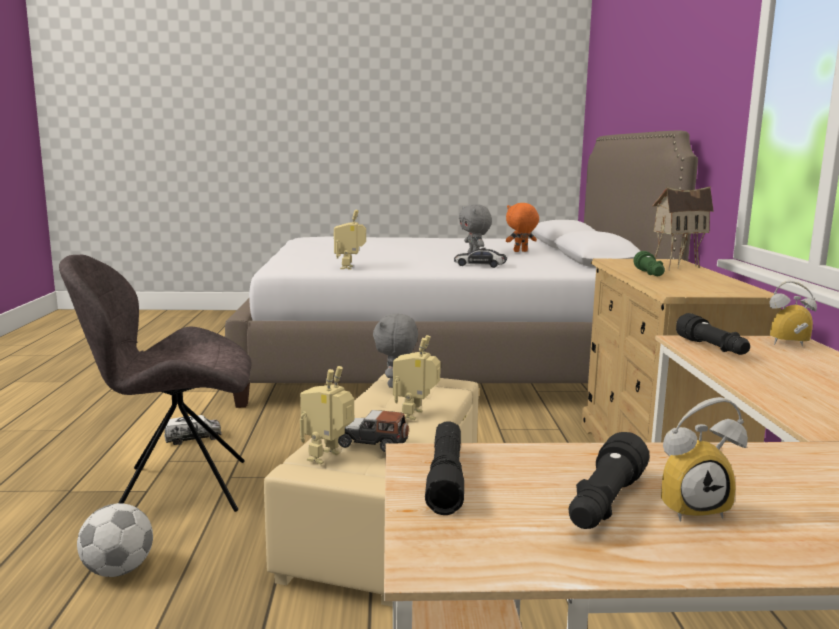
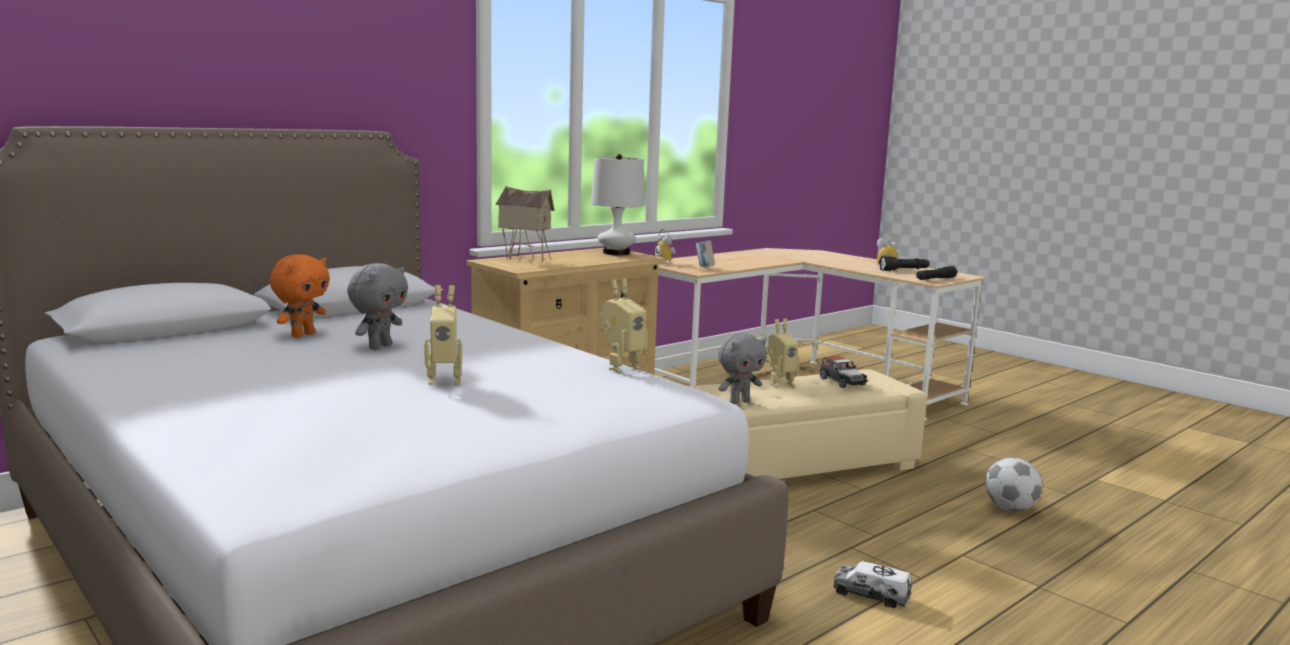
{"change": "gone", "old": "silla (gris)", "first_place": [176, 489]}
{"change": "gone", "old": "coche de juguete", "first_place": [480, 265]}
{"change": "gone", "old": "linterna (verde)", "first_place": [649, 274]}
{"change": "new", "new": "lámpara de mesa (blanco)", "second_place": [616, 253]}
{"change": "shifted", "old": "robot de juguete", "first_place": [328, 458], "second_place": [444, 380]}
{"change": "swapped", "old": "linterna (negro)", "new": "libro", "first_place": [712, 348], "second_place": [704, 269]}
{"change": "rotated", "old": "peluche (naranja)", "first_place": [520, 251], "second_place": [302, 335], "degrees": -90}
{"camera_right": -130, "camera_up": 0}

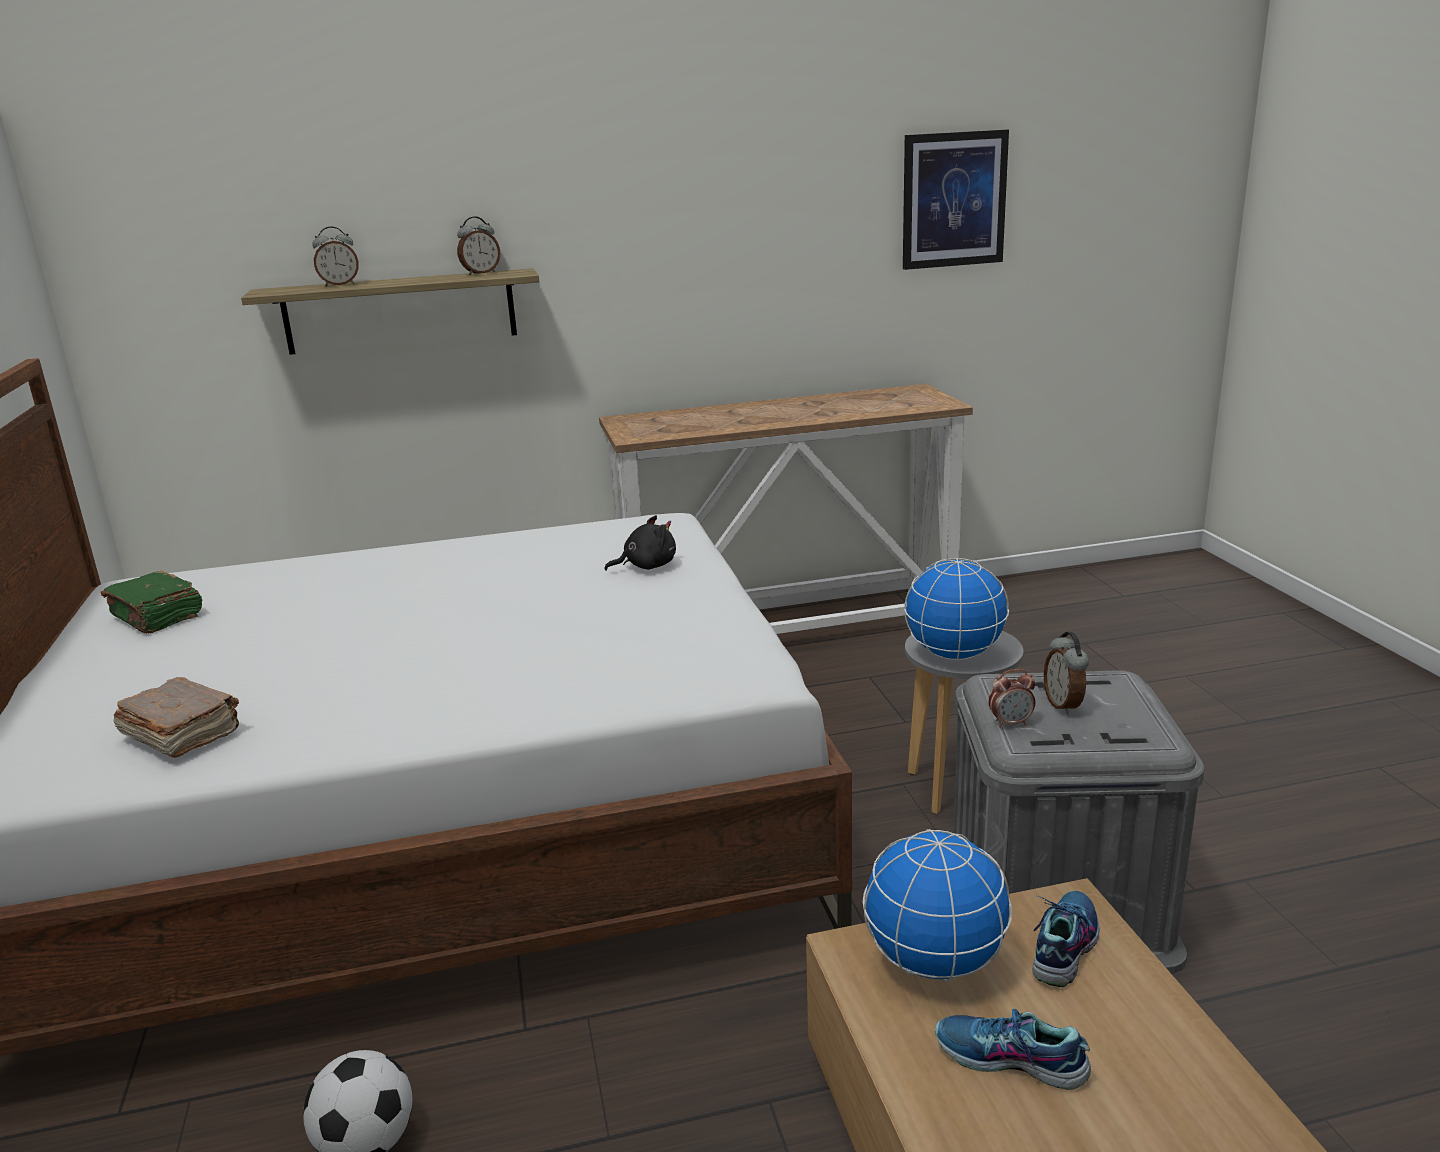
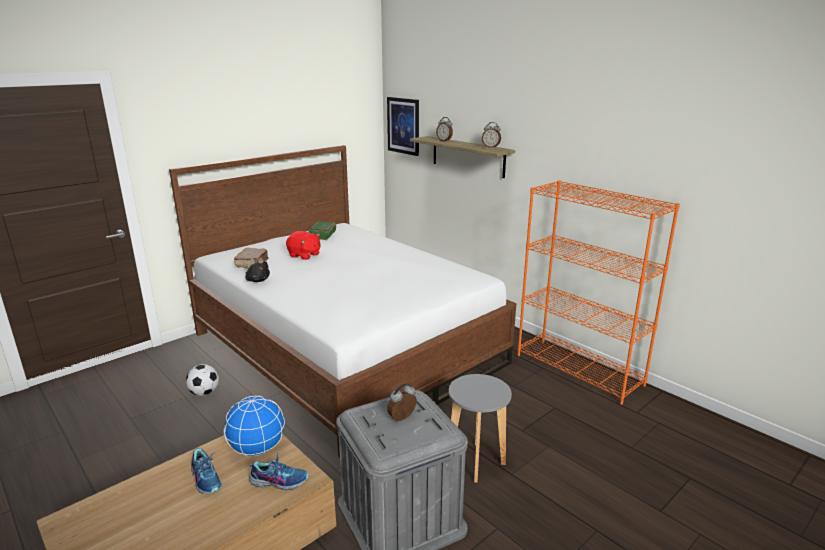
{"change": "gone", "old": "globo terráqueo", "first_place": [954, 655]}
{"change": "gone", "old": "despertador", "first_place": [1010, 723]}
{"change": "new", "new": "peluche (rojo)", "second_place": [304, 255]}
{"change": "shifted", "old": "peluche (negro)", "first_place": [646, 566], "second_place": [257, 280]}
{"change": "shifted", "old": "cuadro", "first_place": [953, 200], "second_place": [403, 126]}
{"change": "swapped", "old": "mesa consola", "new": "estantería (naranja)", "first_place": [790, 626], "second_place": [579, 370]}
{"change": "rotated", "old": "zapato", "first_place": [1010, 1061], "second_place": [206, 478], "degrees": 150}
{"camera_right": 60, "camera_up": 0}

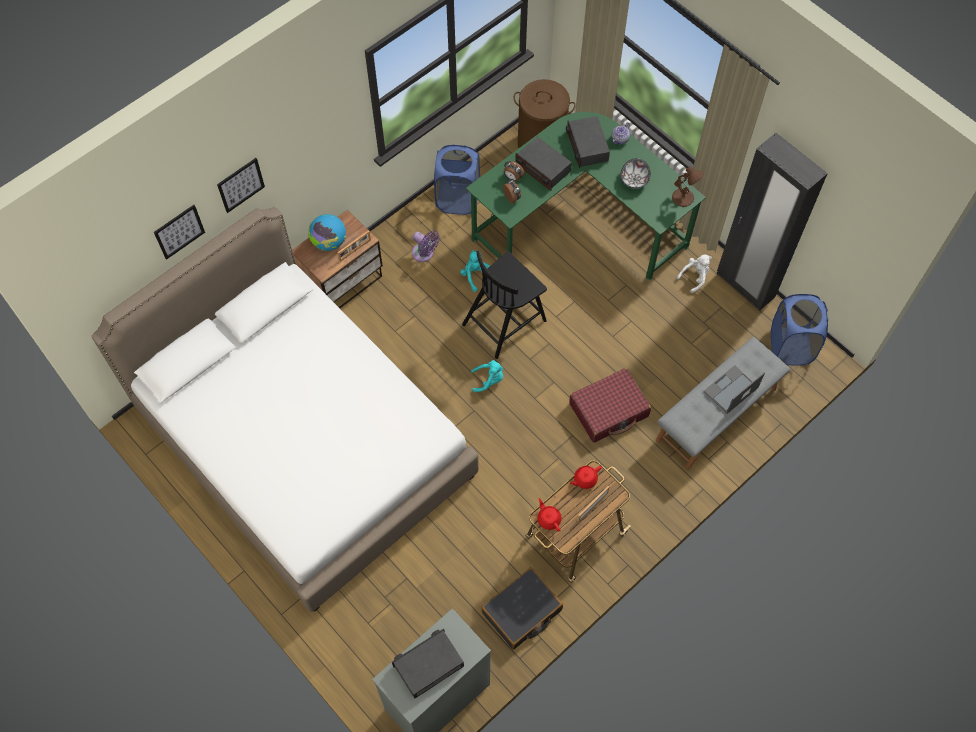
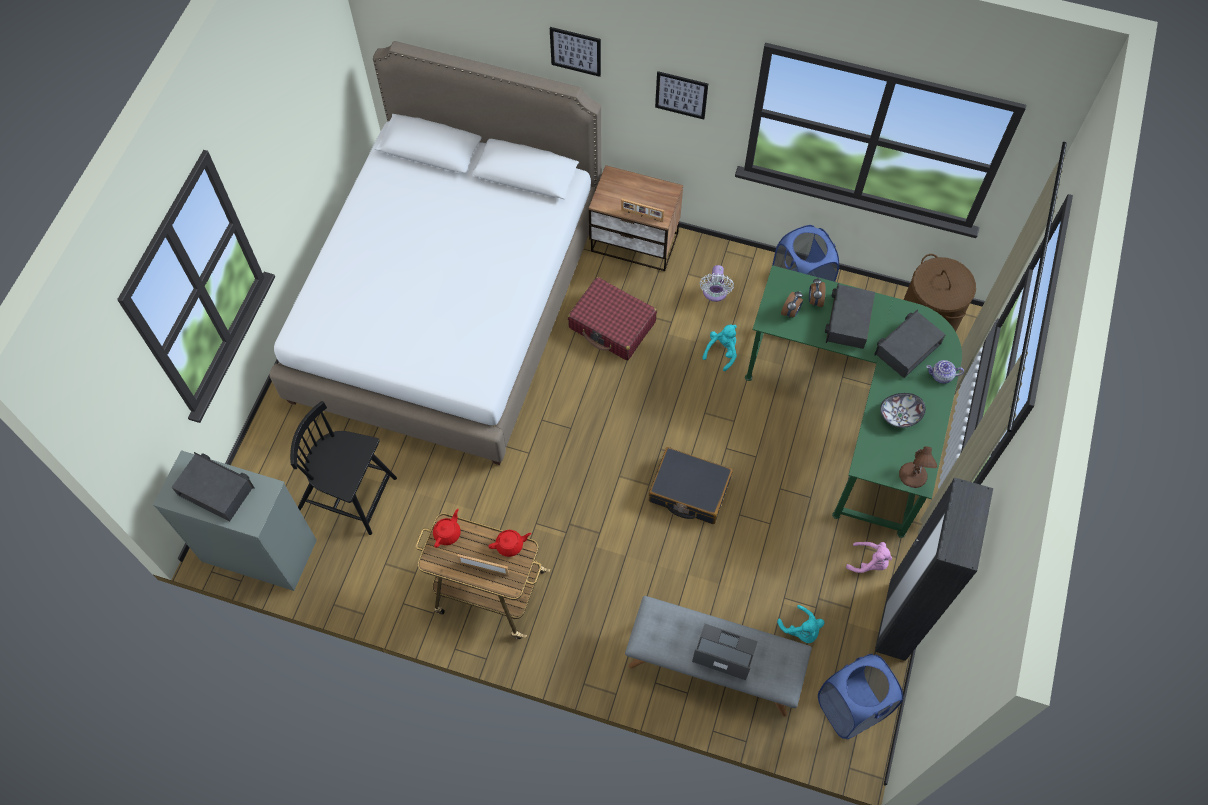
{"change": "gone", "old": "globo terráqueo", "first_place": [329, 242]}
{"change": "shifted", "old": "cuadro", "first_place": [179, 231], "second_place": [681, 95]}
{"change": "shifted", "old": "silla (negro)", "first_place": [505, 321], "second_place": [349, 494]}
{"change": "shifted", "old": "peluche (turquesa)", "first_place": [489, 380], "second_place": [801, 630]}
{"change": "shifted", "old": "maleta (negro)", "first_place": [522, 612], "second_place": [689, 491]}
{"change": "shifted", "old": "maleta (rojo)", "first_place": [609, 410], "second_place": [612, 325]}
{"change": "repainted", "old": "ventilador (morado)", "new": "ventilador (blanco)", "first_place": [424, 254], "second_place": [714, 293]}
{"change": "repainted", "old": "peluche (blanco)", "new": "peluche (rosa)", "first_place": [695, 277], "second_place": [869, 562]}
{"change": "rotated", "old": "tetera (rojo)", "first_place": [584, 479], "second_place": [510, 545], "degrees": 135}
{"camera_right": 60, "camera_up": 0}

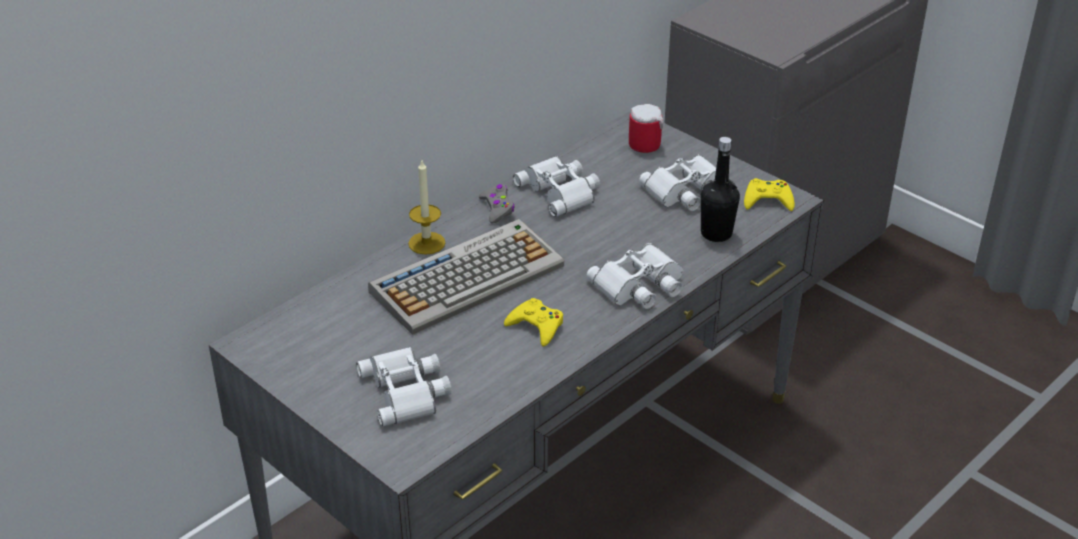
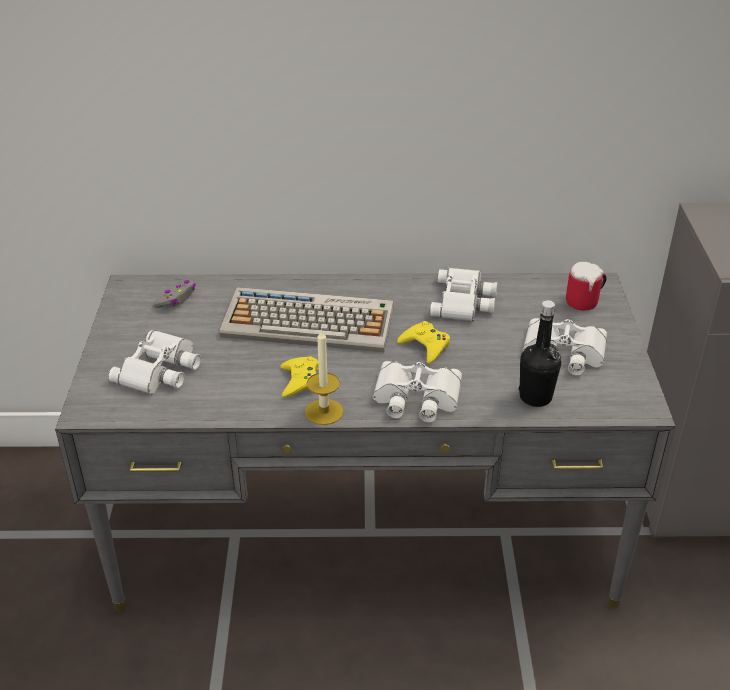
{"change": "shifted", "old": "vela", "first_place": [426, 243], "second_place": [324, 412]}
{"change": "shifted", "old": "mando de consola (gris)", "first_place": [497, 208], "second_place": [176, 299]}
{"change": "shifted", "old": "mando de consola (amarillo)", "first_place": [767, 200], "second_place": [425, 346]}
{"camera_right": 45, "camera_up": 0}

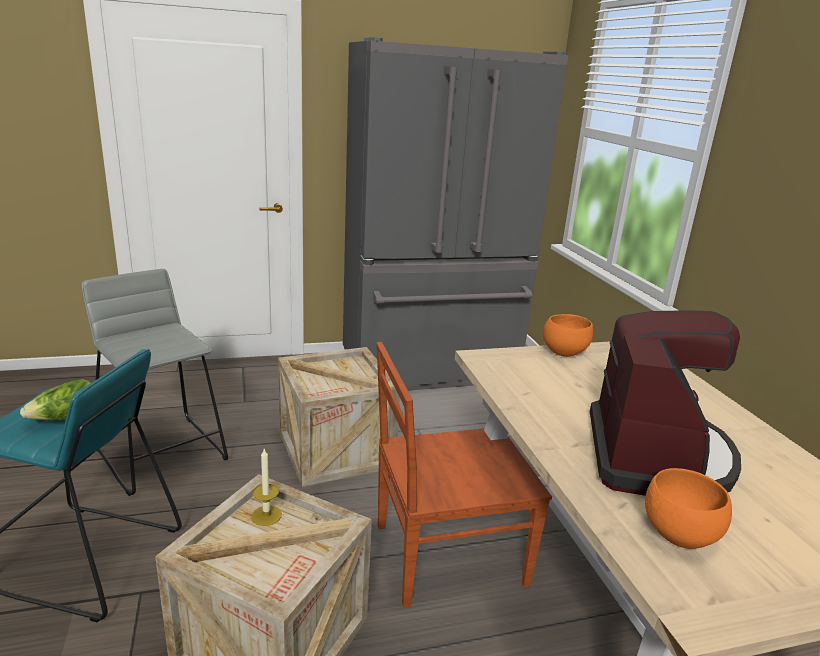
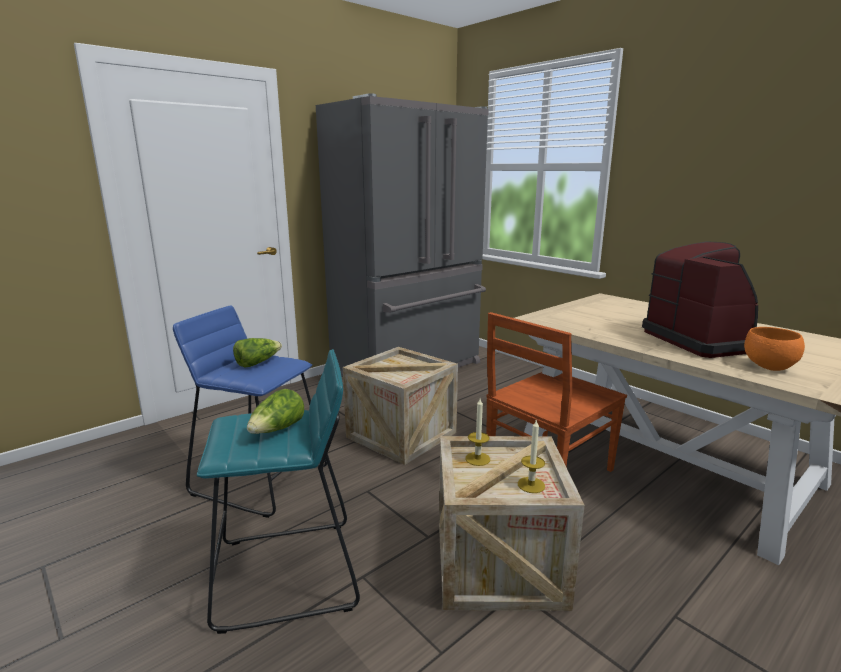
{"change": "gone", "old": "cuenco (naranja)", "first_place": [563, 352]}
{"change": "new", "new": "lechuga", "second_place": [257, 363]}
{"change": "new", "new": "vela", "second_place": [531, 485]}
{"change": "repainted", "old": "taburete (gris)", "new": "taburete (azul)", "first_place": [163, 453], "second_place": [261, 479]}
{"camera_right": -25, "camera_up": -5}

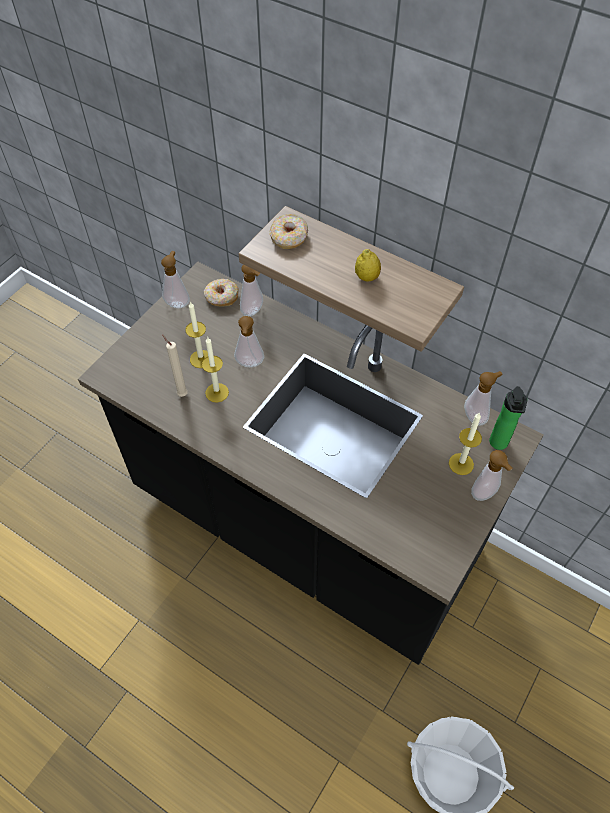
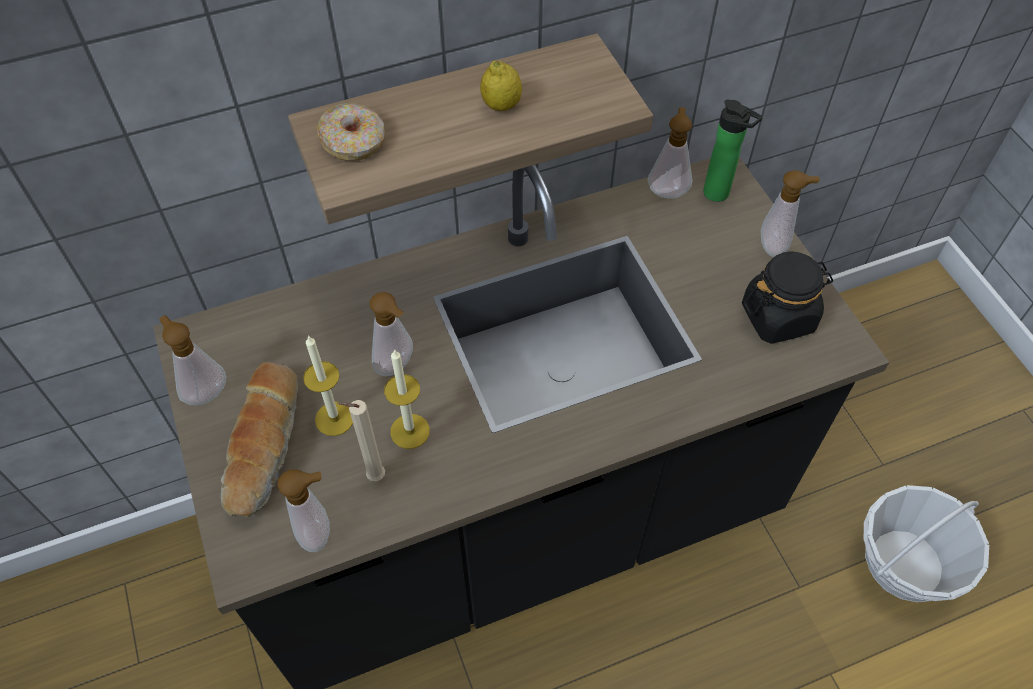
{"change": "gone", "old": "rosquilla", "first_place": [221, 297]}
{"change": "gone", "old": "vela", "first_place": [461, 464]}
{"change": "new", "new": "pan", "second_place": [266, 447]}
{"change": "new", "new": "tarro (negro)", "second_place": [778, 317]}
{"change": "shifted", "old": "dispensador de jabón", "first_place": [253, 312], "second_place": [319, 532]}
{"camera_right": -55, "camera_up": 0}

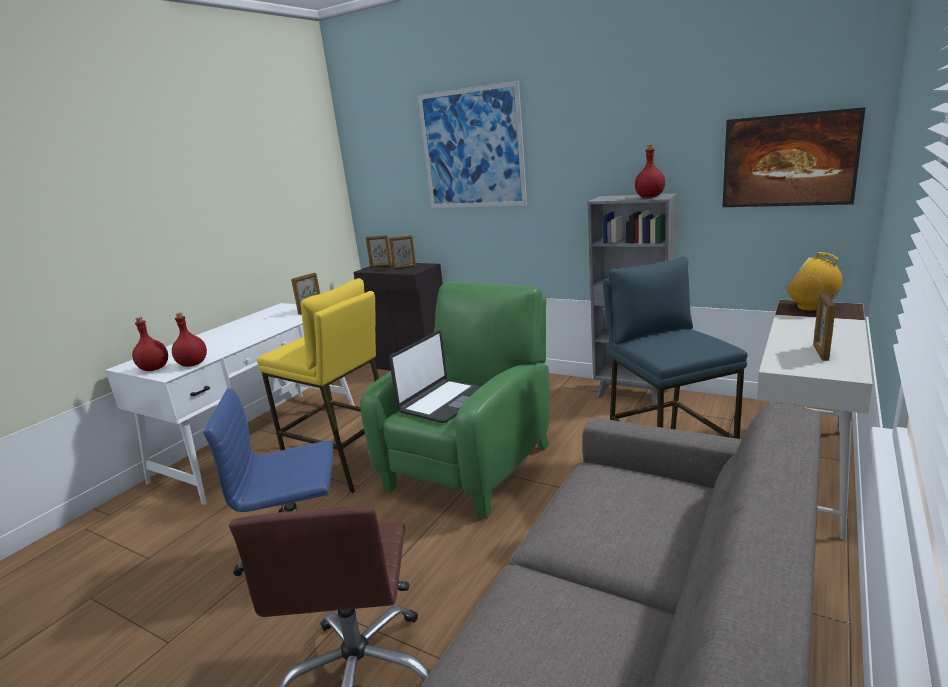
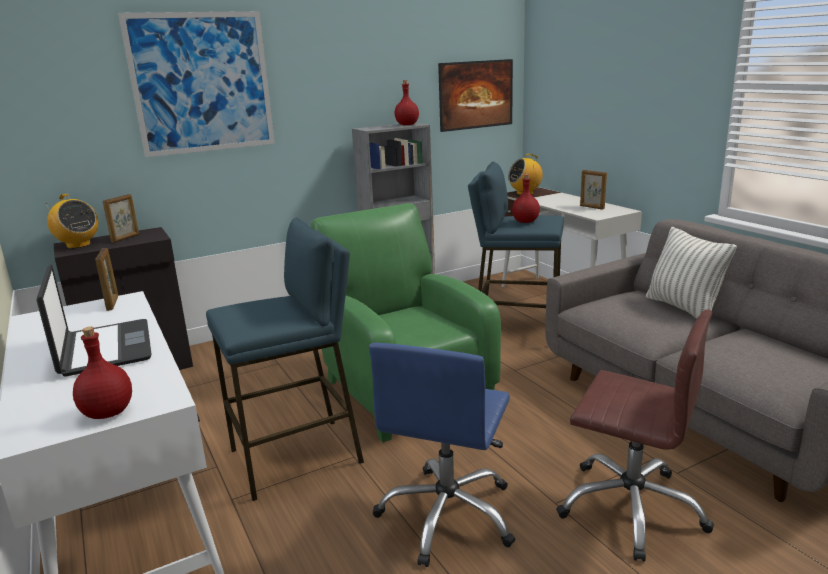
{"change": "new", "new": "cojín", "second_place": [683, 308]}
{"change": "shifted", "old": "botella (rojo)", "first_place": [193, 364], "second_place": [526, 221]}
{"change": "shifted", "old": "portátil", "first_place": [443, 401], "second_place": [104, 349]}
{"change": "swapped", "old": "portarretratos", "new": "radio", "first_place": [381, 266], "second_place": [78, 245]}
{"change": "repainted", "old": "taburete (amarillo)", "new": "taburete (azul)", "first_place": [344, 465], "second_place": [297, 457]}
{"camera_right": -60, "camera_up": 0}

